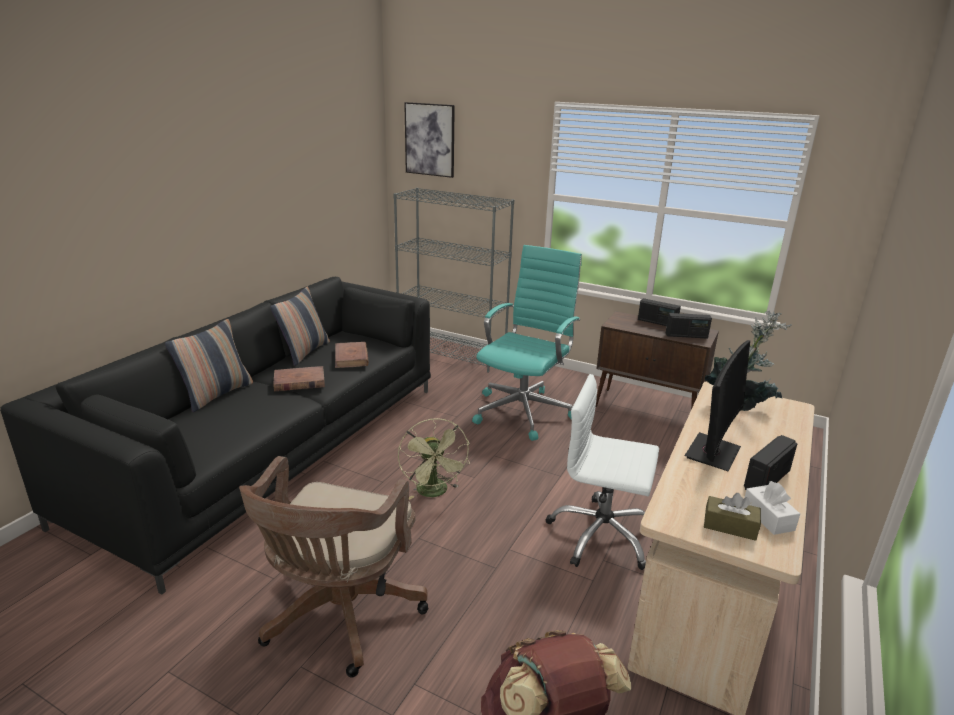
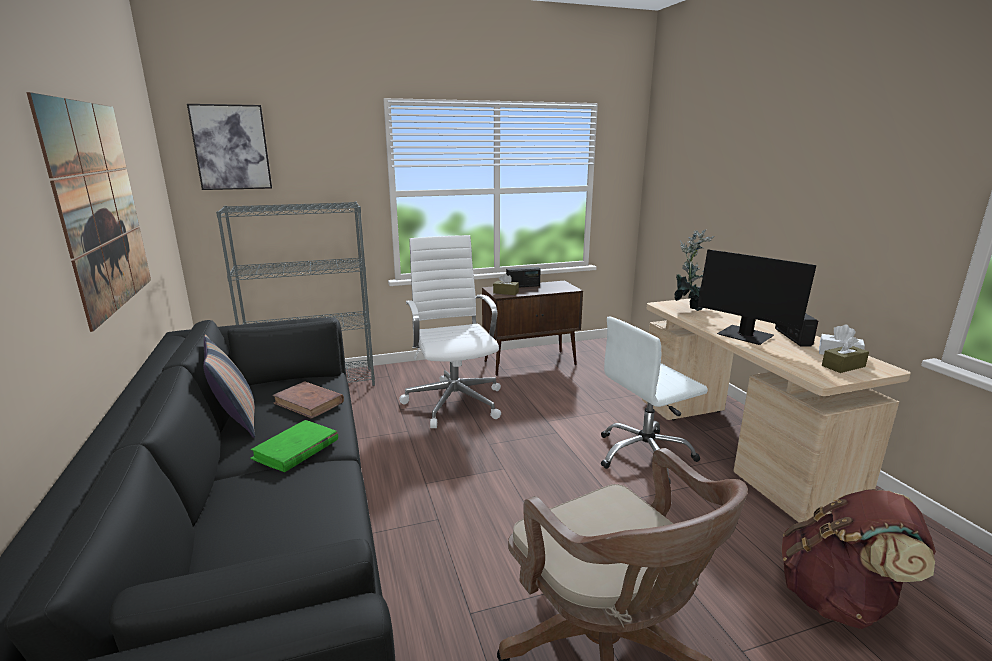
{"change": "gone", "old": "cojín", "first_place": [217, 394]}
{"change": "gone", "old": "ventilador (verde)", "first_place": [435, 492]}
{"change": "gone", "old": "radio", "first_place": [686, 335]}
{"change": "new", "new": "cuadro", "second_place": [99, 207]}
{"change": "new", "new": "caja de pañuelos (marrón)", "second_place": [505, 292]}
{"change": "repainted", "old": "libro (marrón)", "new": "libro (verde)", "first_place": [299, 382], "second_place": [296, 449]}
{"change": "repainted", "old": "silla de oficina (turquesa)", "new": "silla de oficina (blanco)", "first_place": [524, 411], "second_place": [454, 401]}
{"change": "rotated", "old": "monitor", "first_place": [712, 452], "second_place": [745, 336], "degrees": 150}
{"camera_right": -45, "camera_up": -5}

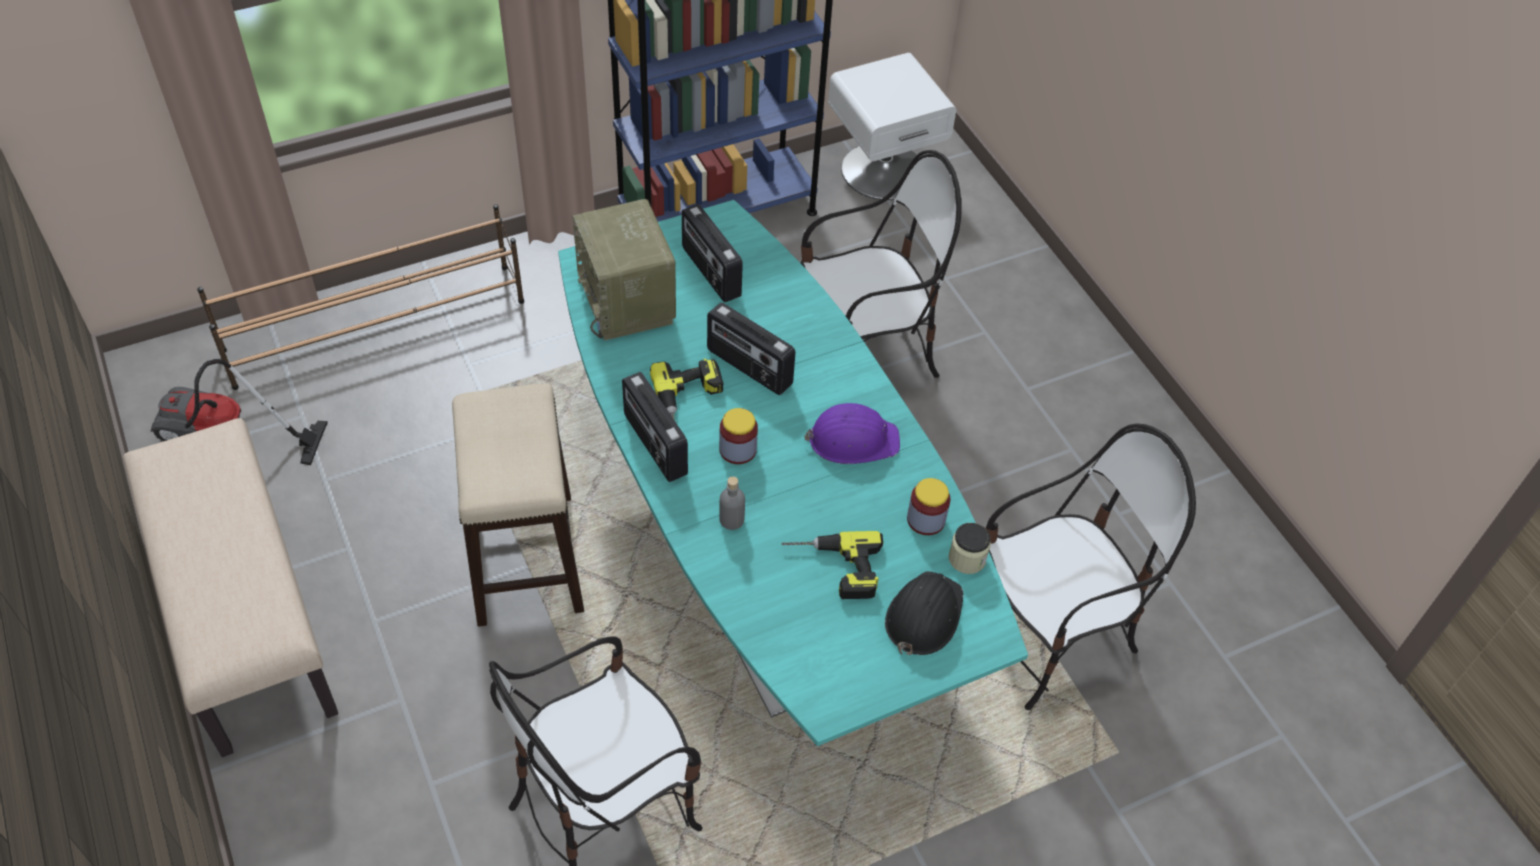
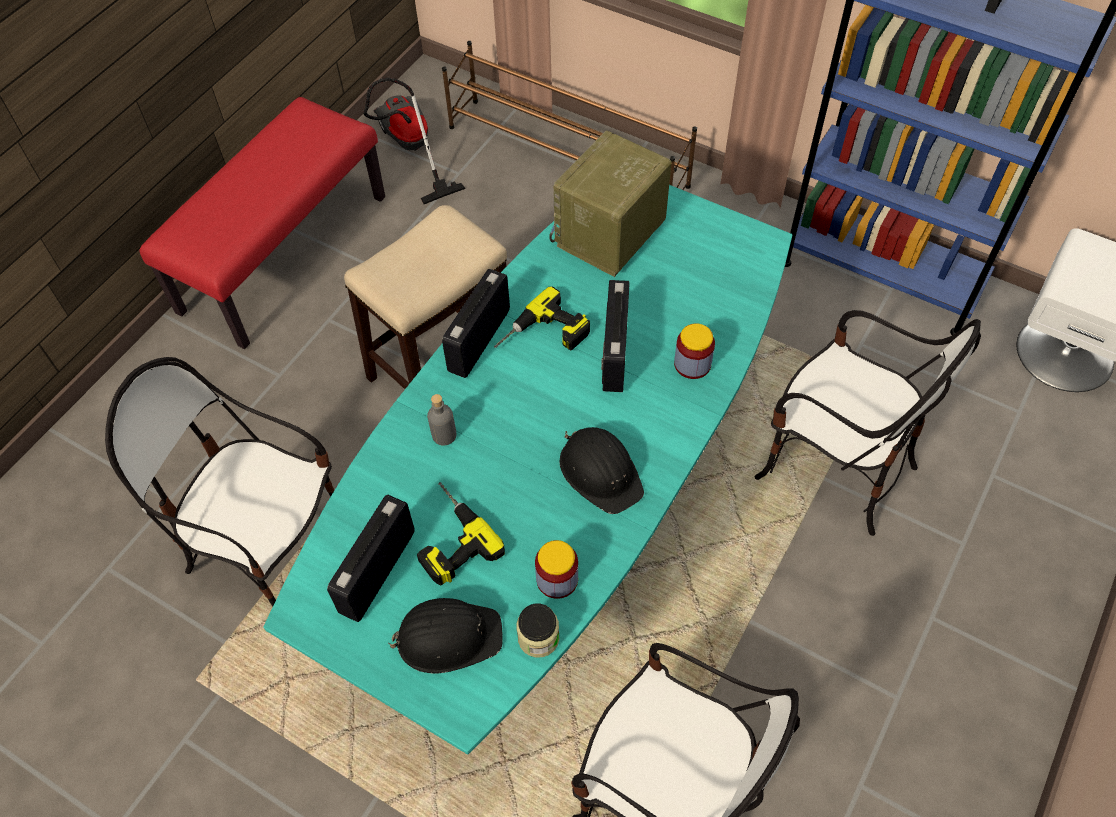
{"change": "shifted", "old": "radio", "first_place": [710, 272], "second_place": [376, 571]}
{"change": "shifted", "old": "tarro", "first_place": [738, 449], "second_place": [692, 364]}
{"change": "repainted", "old": "banco (beis)", "new": "banco (rojo)", "first_place": [244, 616], "second_place": [284, 253]}
{"change": "repainted", "old": "casco (morado)", "new": "casco (negro)", "first_place": [852, 440], "second_place": [600, 471]}
{"camera_right": 60, "camera_up": 5}

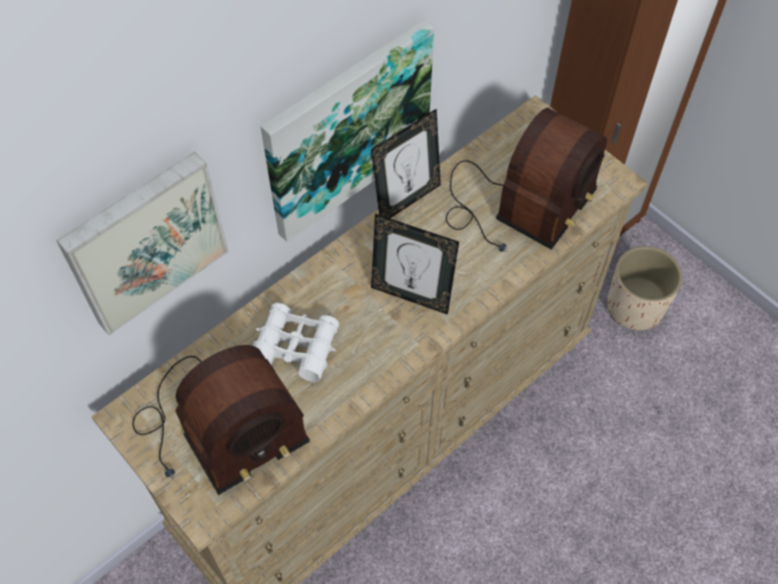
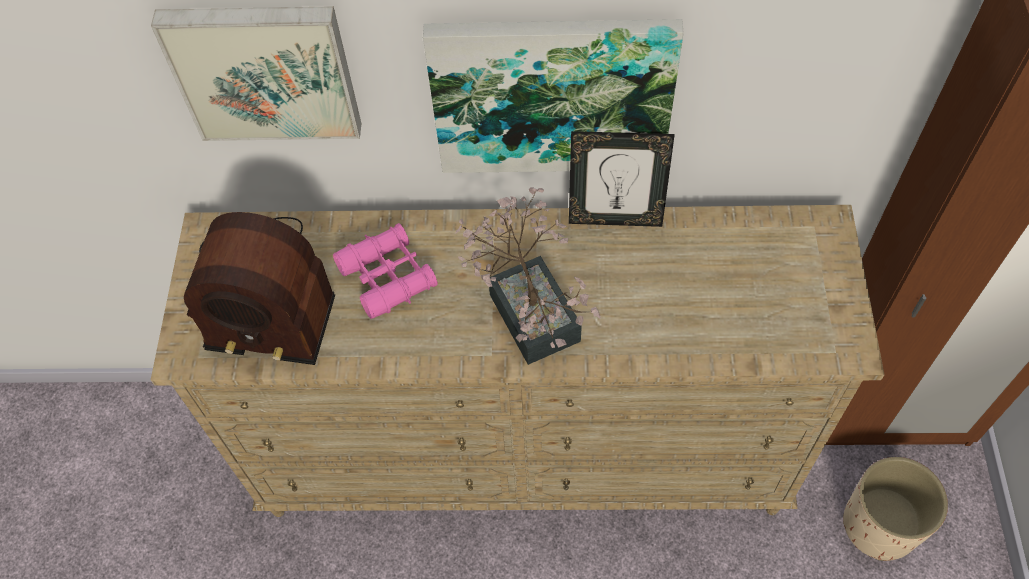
{"change": "gone", "old": "radio", "first_place": [517, 205]}
{"change": "swapped", "old": "portarretratos", "new": "planta en maceta", "first_place": [411, 295], "second_place": [530, 307]}
{"change": "repainted", "old": "prismáticos (blanco)", "new": "prismáticos (rosa)", "first_place": [296, 347], "second_place": [387, 277]}
{"camera_right": 45, "camera_up": 0}

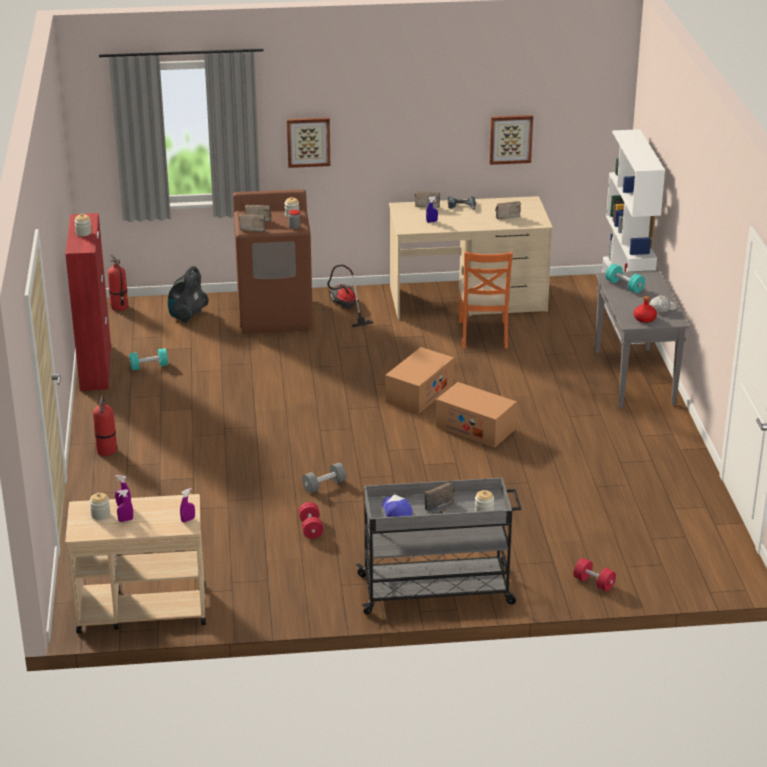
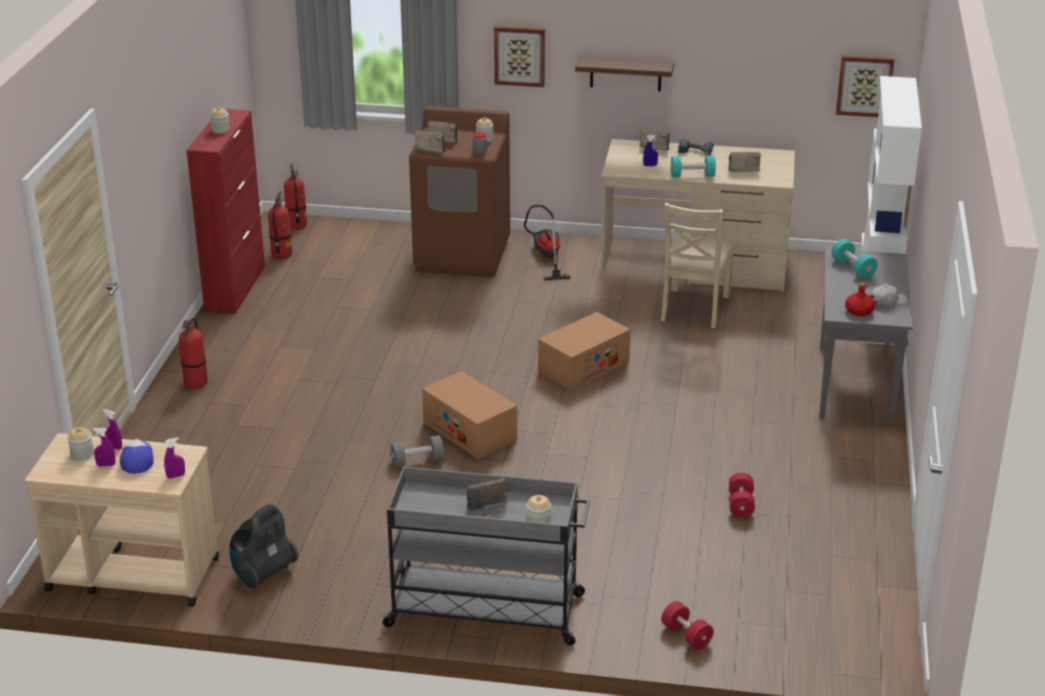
{"change": "new", "new": "extintor", "second_place": [281, 254]}
{"change": "new", "new": "estante (marrón)", "second_place": [625, 73]}
{"change": "shifted", "old": "mancuerna (turquesa)", "first_place": [149, 366], "second_place": [692, 175]}
{"change": "shifted", "old": "aspiradora", "first_place": [187, 315], "second_place": [262, 574]}
{"change": "shifted", "old": "mancuerna (rojo)", "first_place": [311, 528], "second_place": [741, 504]}
{"change": "shifted", "old": "gorra", "first_place": [396, 511], "second_place": [137, 460]}
{"change": "shifted", "old": "caja de cartón", "first_place": [475, 428], "second_place": [470, 431]}
{"change": "shifted", "old": "cuadro", "first_place": [510, 139], "second_place": [864, 85]}
{"change": "repainted", "old": "silla (naranja)", "new": "silla (beis)", "first_place": [483, 334], "second_place": [694, 308]}
{"camera_right": 15, "camera_up": 0}

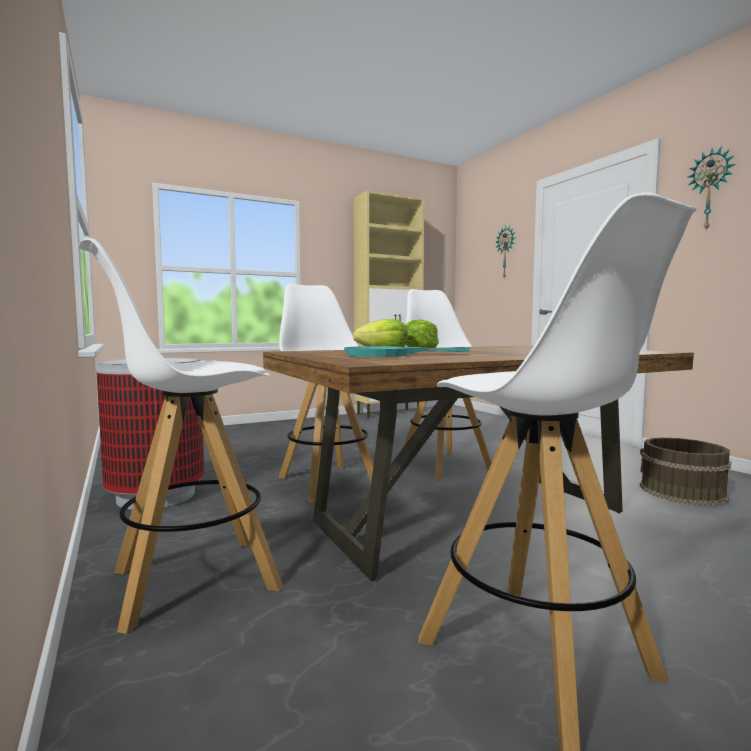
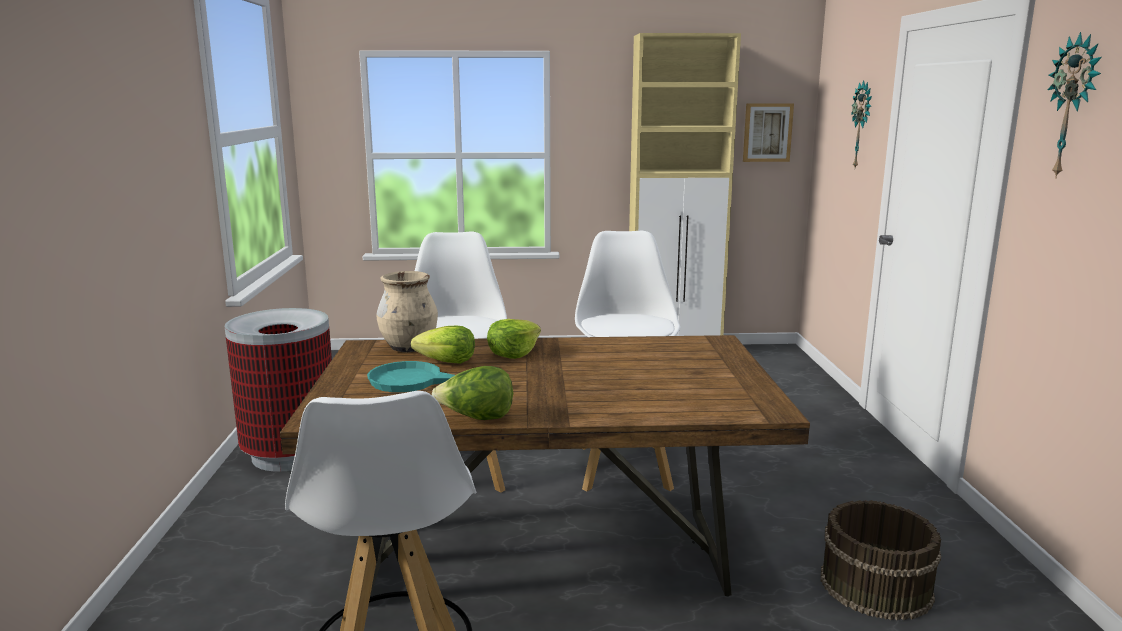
{"change": "gone", "old": "taburete (blanco)", "first_place": [193, 580]}
{"change": "new", "new": "florero (beis)", "second_place": [409, 347]}
{"change": "new", "new": "lechuga", "second_place": [476, 418]}
{"change": "new", "new": "cuadro", "second_place": [767, 132]}
{"camera_right": 25, "camera_up": 10}

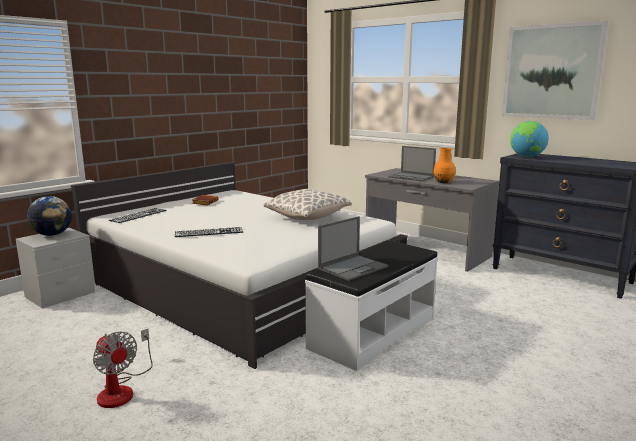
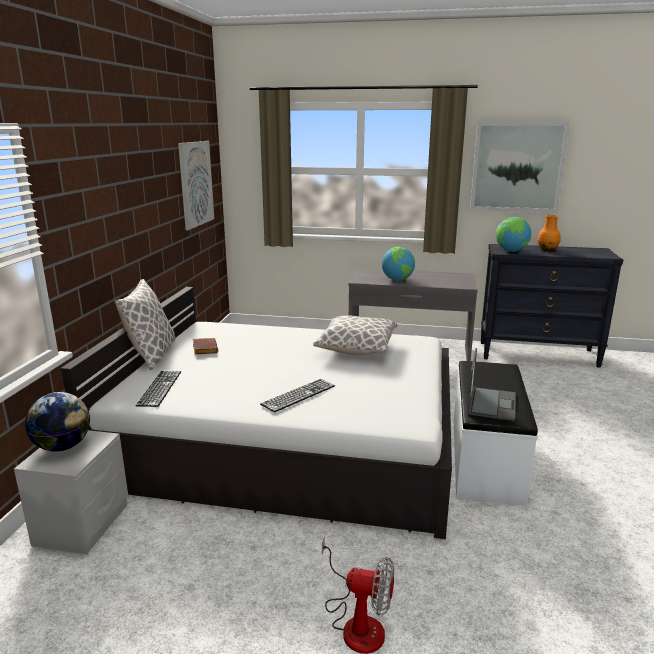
{"change": "new", "new": "cojín", "second_place": [151, 355]}
{"change": "new", "new": "cuadro", "second_place": [196, 184]}
{"change": "shifted", "old": "florero (naranja)", "first_place": [443, 182], "second_place": [547, 249]}
{"change": "swapped", "old": "portátil", "new": "globo terráqueo", "first_place": [412, 177], "second_place": [397, 280]}
{"camera_right": -30, "camera_up": 5}

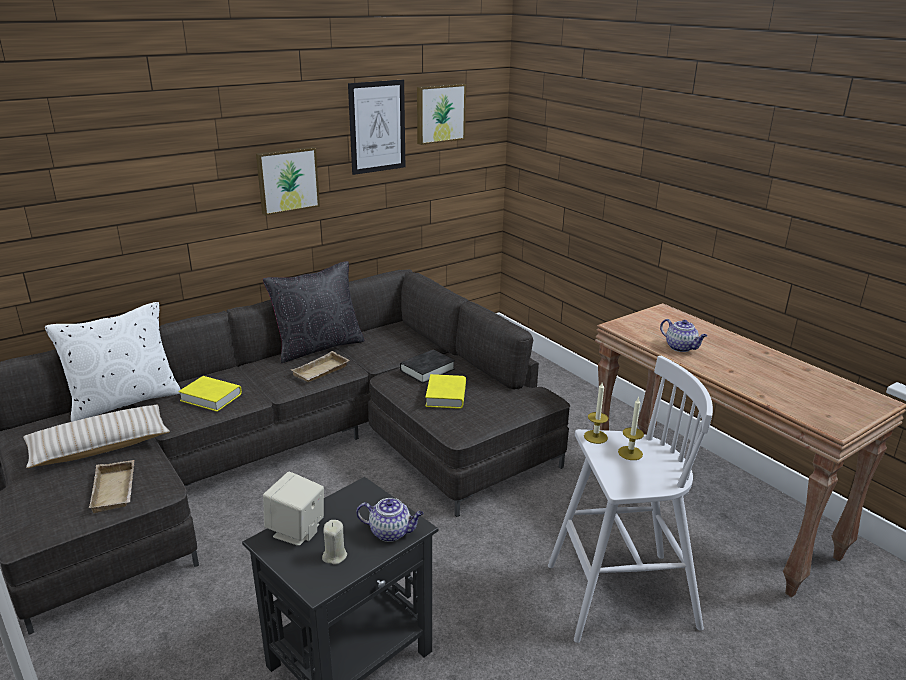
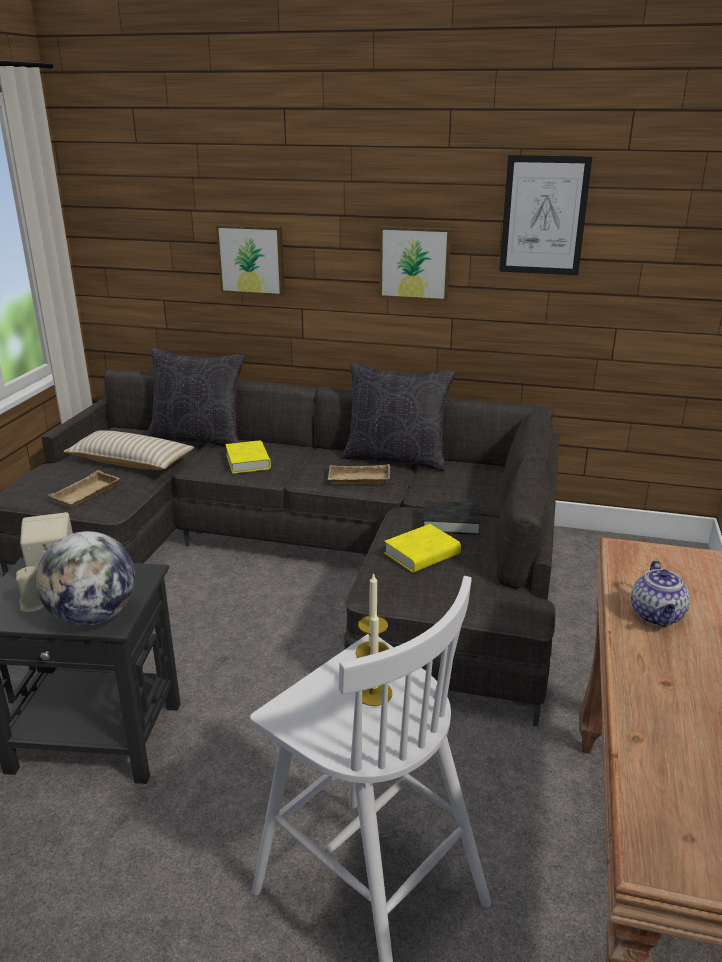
{"change": "shifted", "old": "cuadro", "first_place": [439, 113], "second_place": [252, 259]}
{"change": "swapped", "old": "tetera", "new": "globo terráqueo", "first_place": [391, 532], "second_place": [93, 617]}
{"change": "repainted", "old": "cojín (blanco)", "new": "cojín (negro)", "first_place": [124, 401], "second_place": [198, 438]}
{"camera_right": 50, "camera_up": 0}

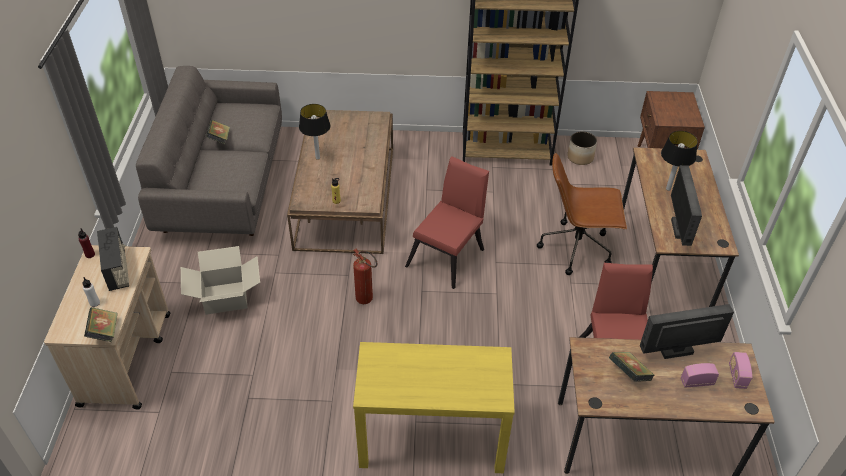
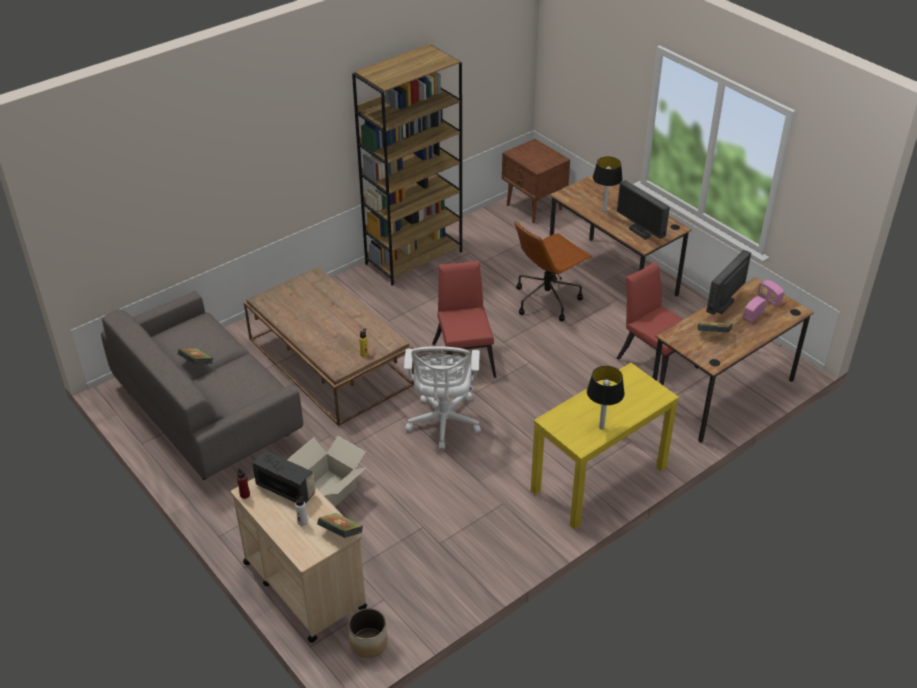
{"change": "shifted", "old": "lámpara de mesa", "first_place": [317, 157], "second_place": [601, 427]}
{"change": "shifted", "old": "maceta", "first_place": [579, 157], "second_place": [368, 643]}
{"change": "swapped", "old": "extintor", "new": "silla de oficina (blanco)", "first_place": [367, 300], "second_place": [443, 423]}
{"camera_right": -40, "camera_up": -5}

